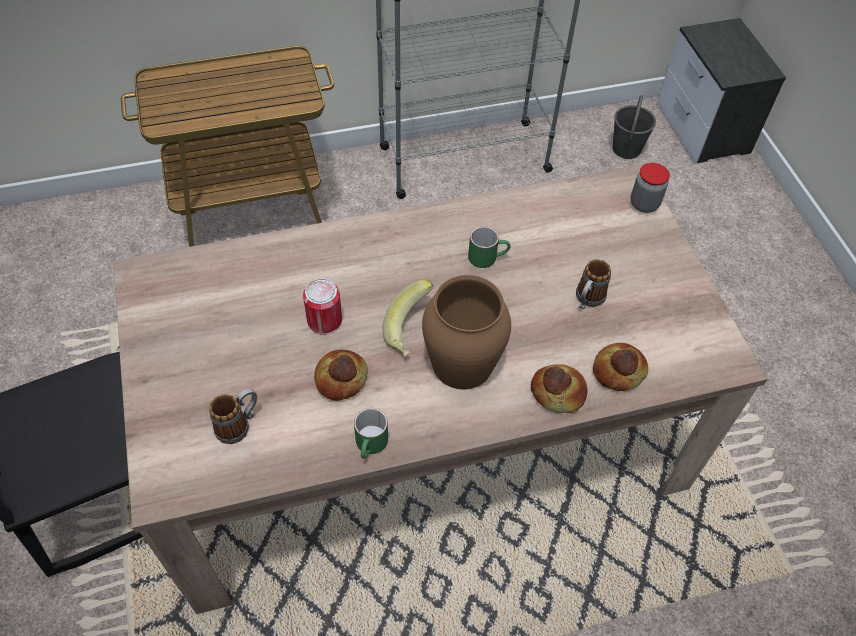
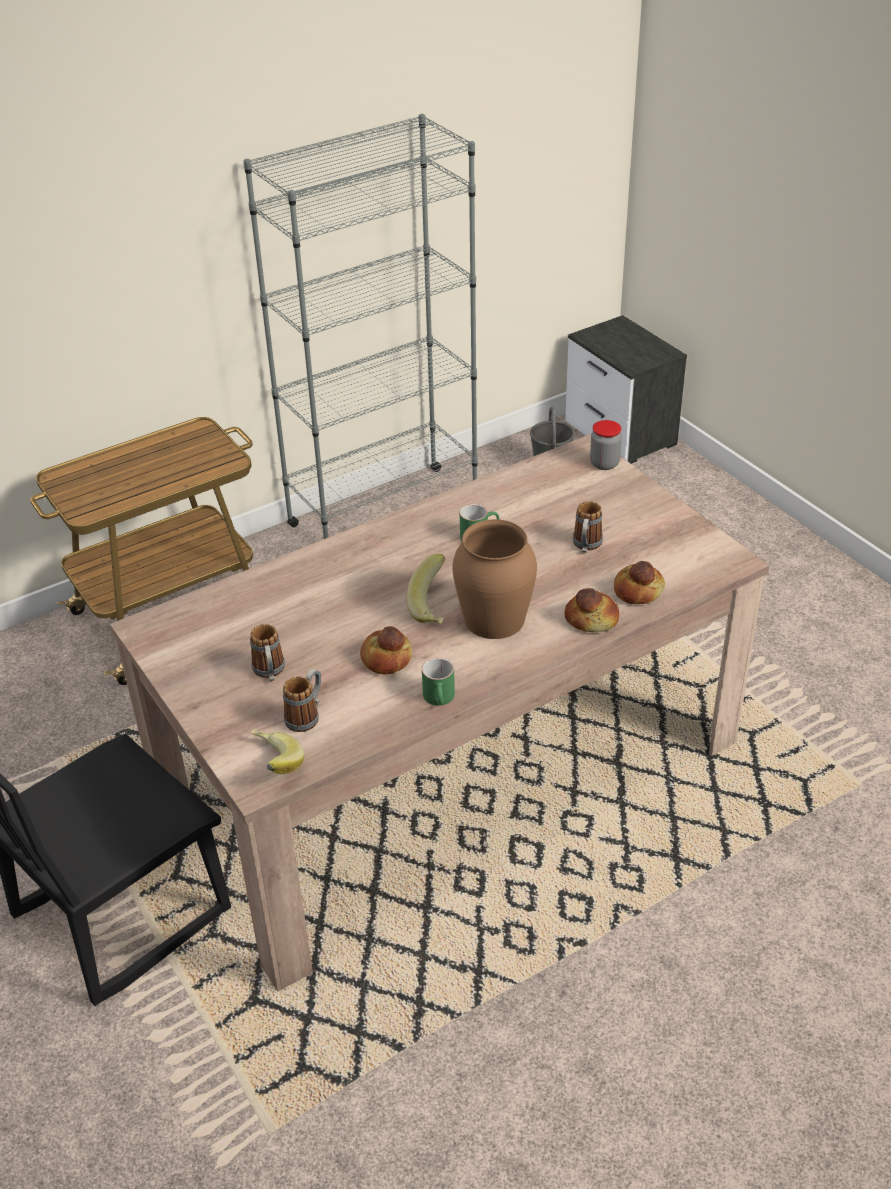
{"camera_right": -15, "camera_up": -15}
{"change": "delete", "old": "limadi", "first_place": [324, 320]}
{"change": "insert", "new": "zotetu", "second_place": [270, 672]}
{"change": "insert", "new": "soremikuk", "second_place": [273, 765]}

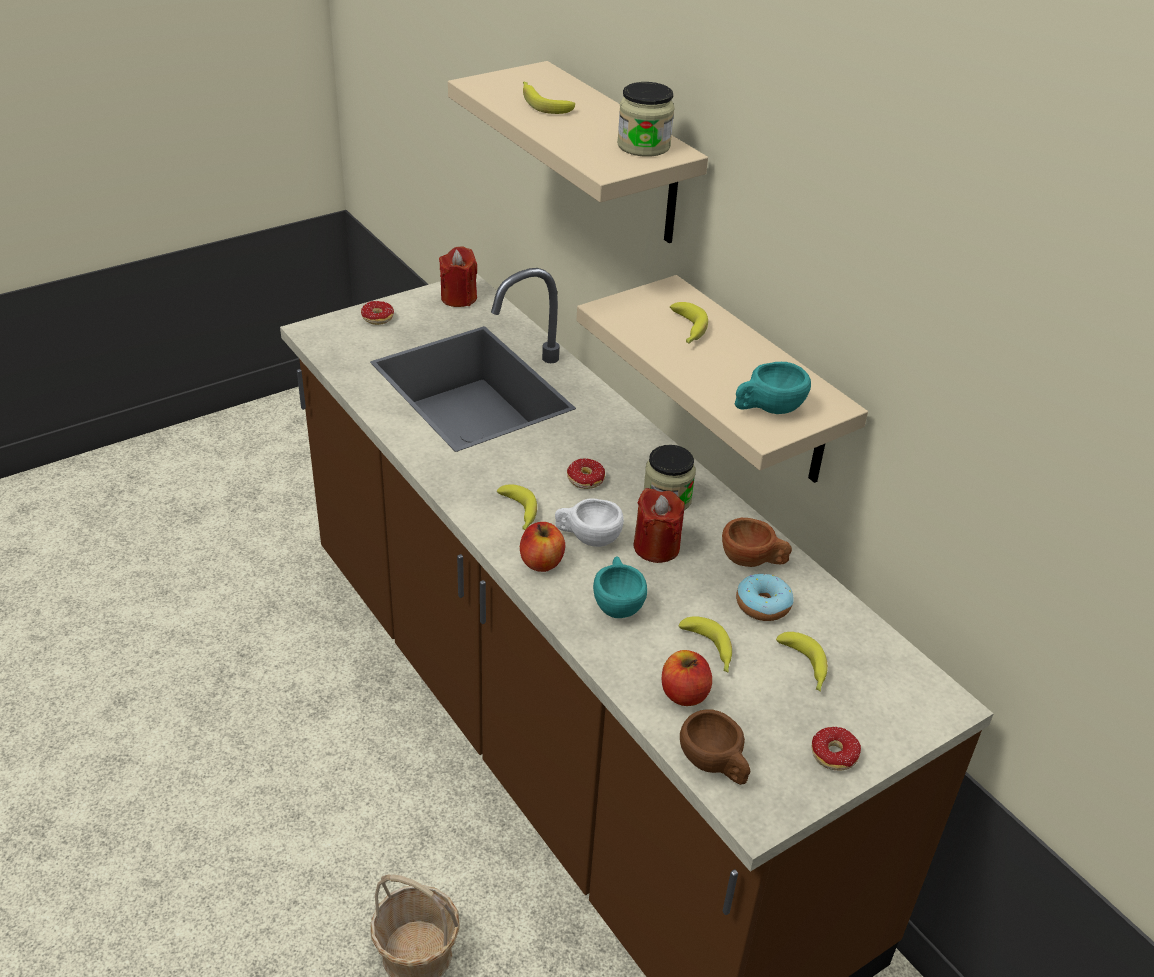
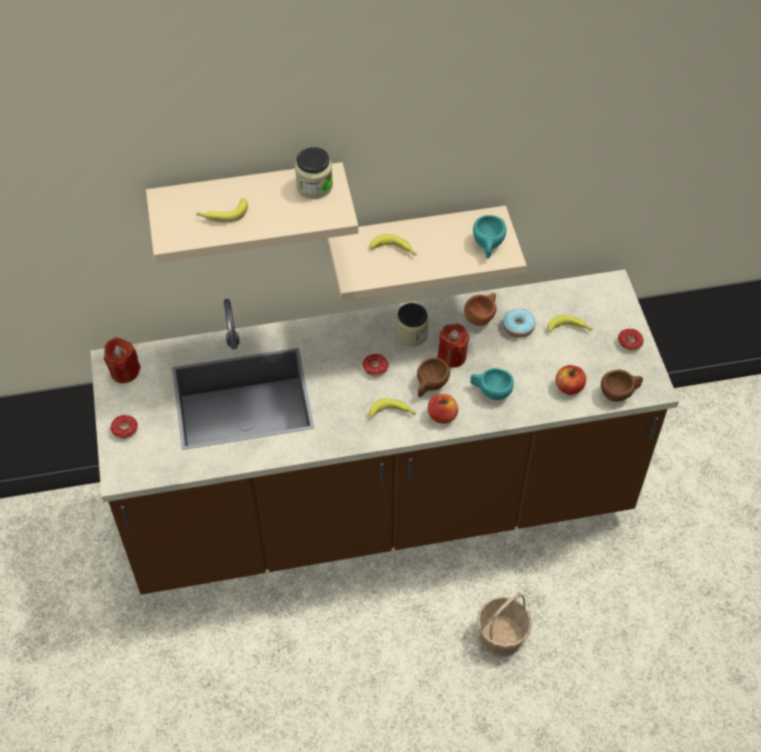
{"camera_right": -65, "camera_up": 15}
{"change": "recolor", "old": "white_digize", "new": "brown_digize", "first_place": [587, 538], "second_place": [430, 386]}
{"change": "delete", "old": "soremikuk", "first_place": [709, 651]}

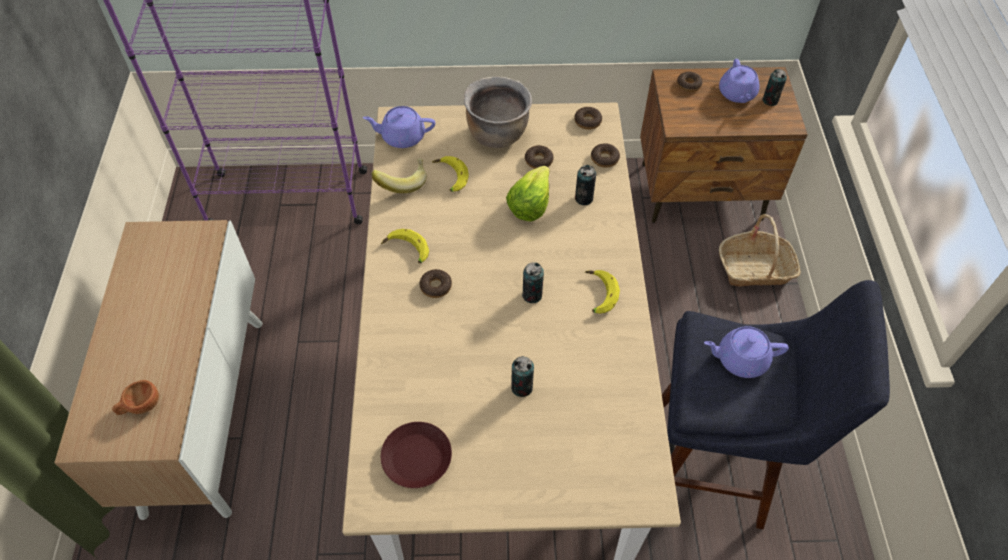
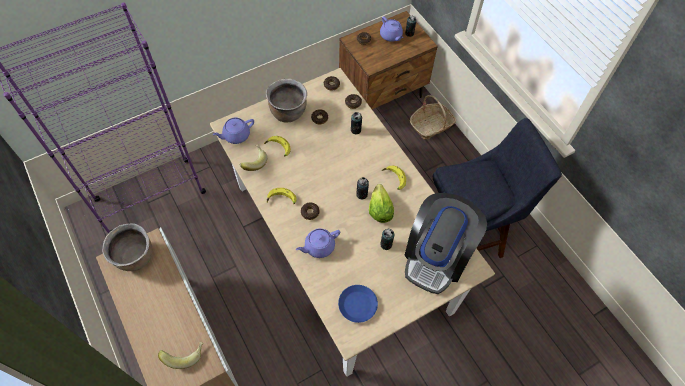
{"camera_right": -30, "camera_up": 5}
{"change": "move", "old": "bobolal", "first_place": [529, 204], "second_place": [379, 209]}
{"change": "move", "old": "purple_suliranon", "first_place": [740, 359], "second_place": [319, 247]}
{"change": "replace", "old": "brown_digize", "new": "soremikuk", "first_place": [140, 407], "second_place": [184, 354]}
{"change": "recolor", "old": "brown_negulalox", "new": "blue_negulalox", "first_place": [417, 457], "second_place": [357, 304]}
{"change": "insert", "new": "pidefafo", "second_place": [437, 256]}
{"change": "insert", "new": "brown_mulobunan", "second_place": [135, 258]}

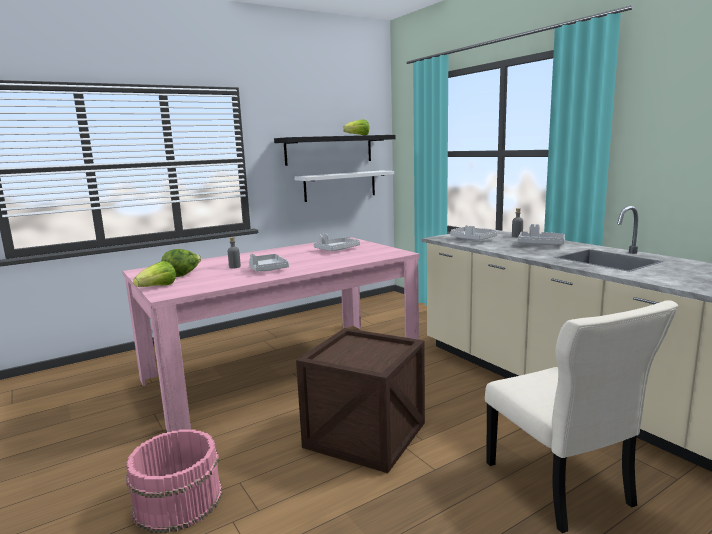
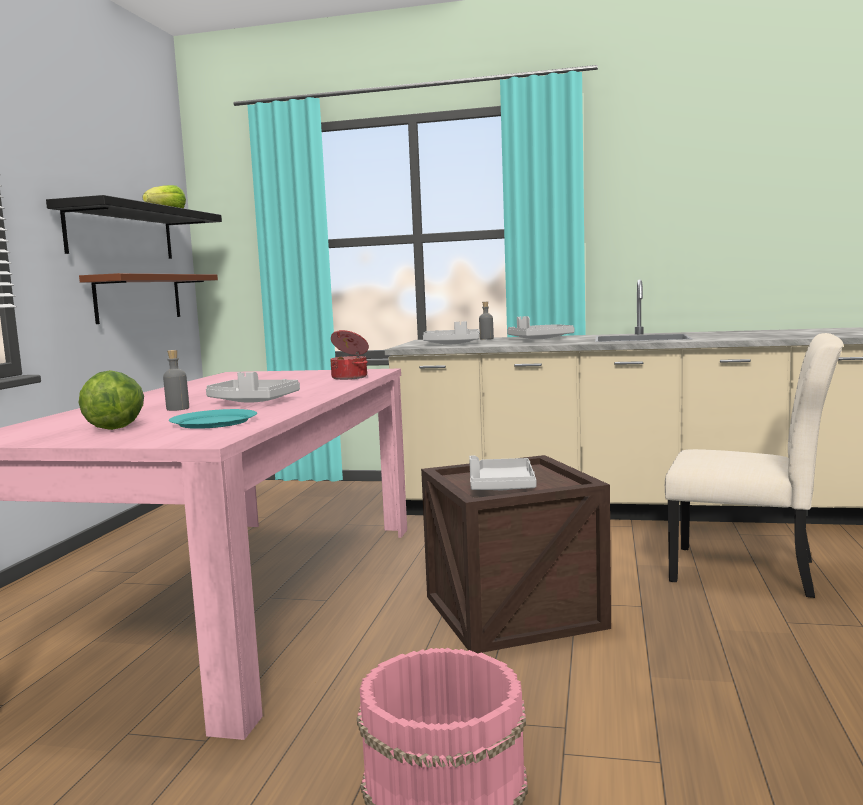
{"camera_right": -45, "camera_up": -5}
{"change": "recolor", "old": "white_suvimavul", "new": "brown_suvimavul", "first_place": [340, 185], "second_place": [139, 298]}
{"change": "move", "old": "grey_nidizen", "first_place": [336, 250], "second_place": [501, 486]}
{"change": "delete", "old": "bobolal", "first_place": [158, 287]}
{"change": "insert", "new": "mulobunan", "second_place": [350, 377]}
{"change": "insert", "new": "turquoise_negulalox", "second_place": [214, 422]}

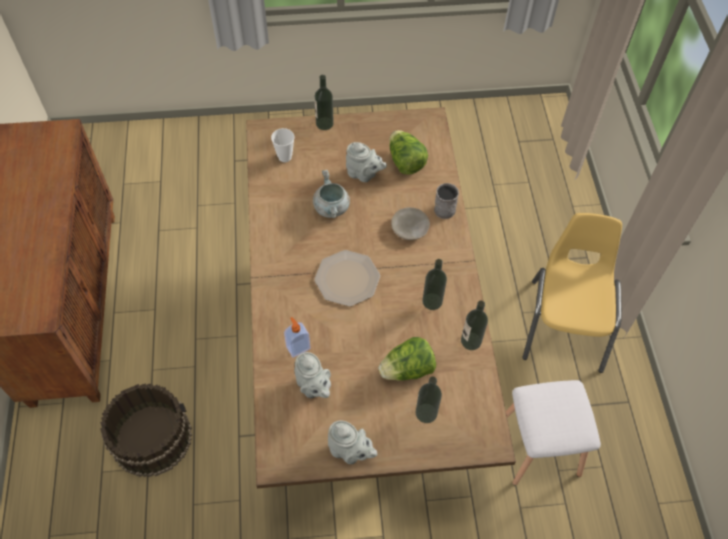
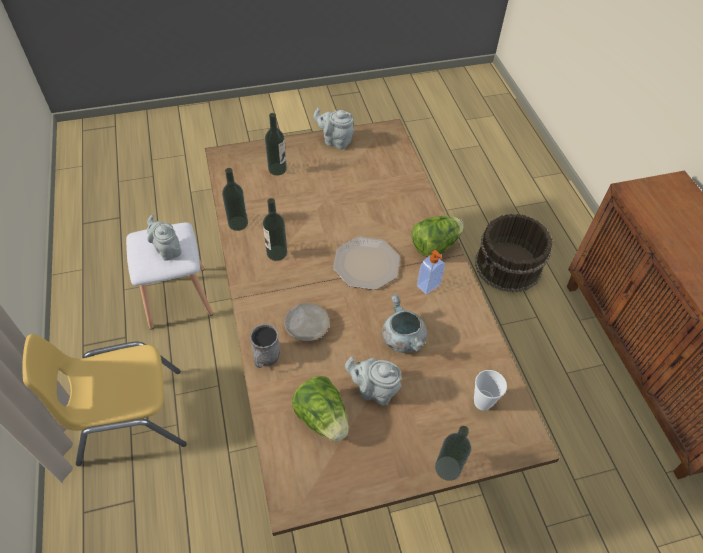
{"camera_right": 170, "camera_up": -5}
{"change": "rotate", "old": "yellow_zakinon", "first_place": [565, 324], "second_place": [130, 417], "degrees": 75}
{"change": "move", "old": "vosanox", "first_place": [298, 347], "second_place": [429, 286]}
{"change": "move", "old": "bobolal", "first_place": [407, 369], "second_place": [435, 246]}
{"change": "move", "old": "grey_suliranon", "first_place": [313, 387], "second_place": [167, 249]}

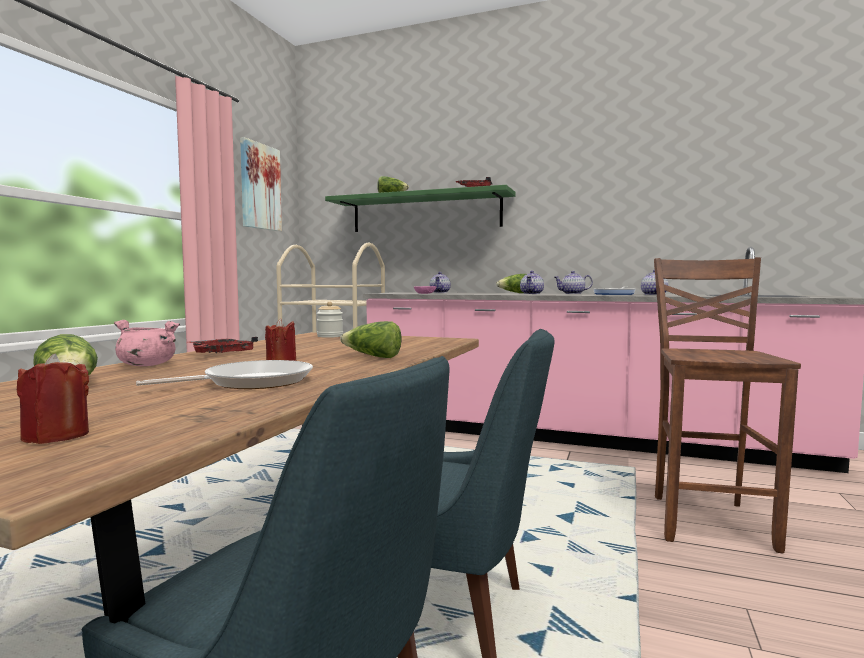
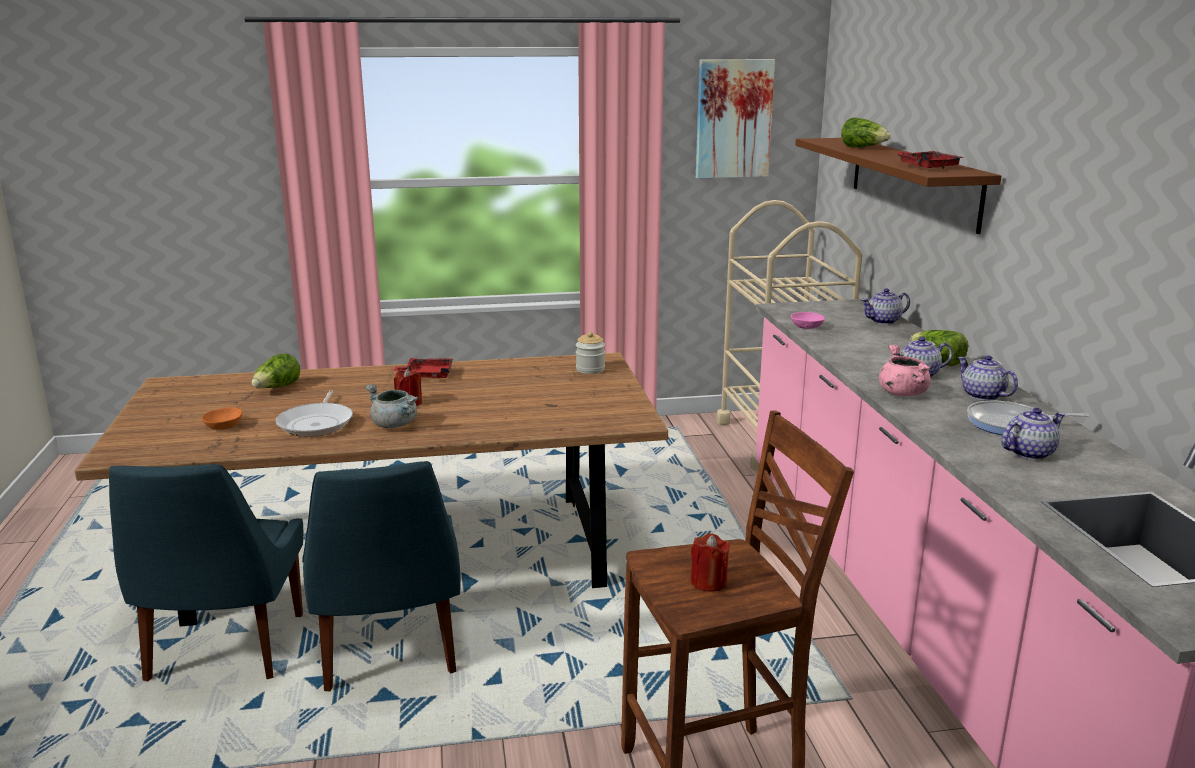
{"camera_right": 60, "camera_up": 15}
{"change": "recolor", "old": "green_suvimavul", "new": "brown_suvimavul", "first_place": [425, 213], "second_place": [912, 181]}
{"change": "move", "old": "pink_mulobunan", "first_place": [146, 365], "second_place": [902, 393]}
{"change": "delete", "old": "bobolal", "first_place": [373, 357]}
{"change": "move", "old": "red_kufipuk", "first_place": [56, 436], "second_place": [708, 582]}
{"change": "rotate", "old": "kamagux", "first_place": [252, 382], "second_place": [317, 423], "degrees": 60}
{"change": "insert", "new": "grey_mulobunan", "second_place": [395, 425]}
{"change": "insert", "new": "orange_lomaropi", "second_place": [223, 425]}

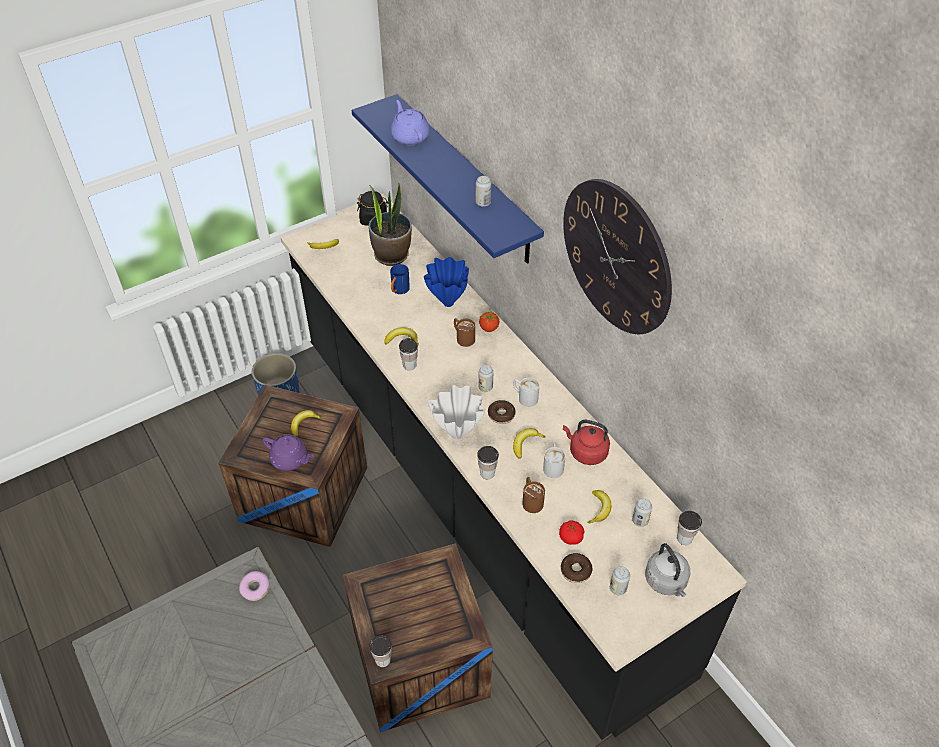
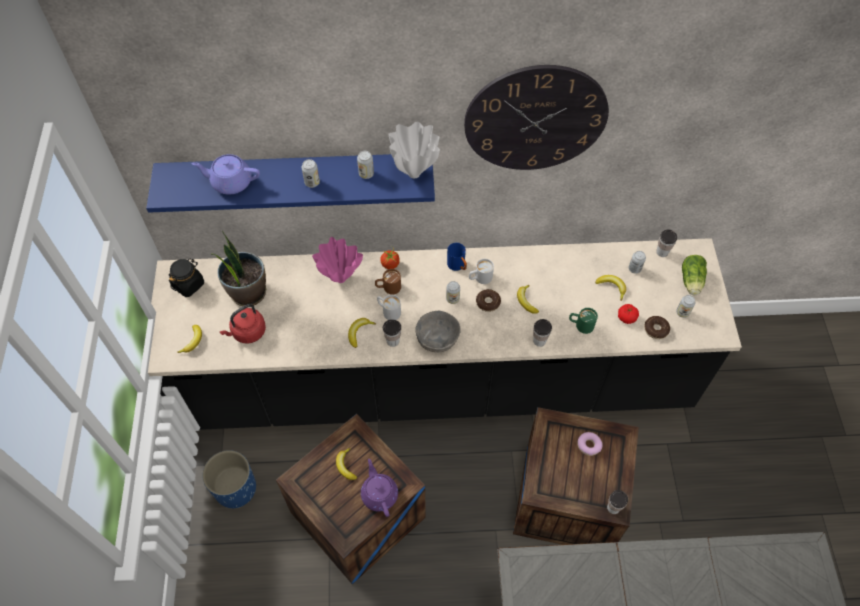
{"camera_right": -60, "camera_up": 10}
{"change": "recolor", "old": "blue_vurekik", "new": "pink_vurekik", "first_place": [448, 302], "second_place": [340, 279]}
{"change": "move", "old": "blue_zotetu", "first_place": [399, 291], "second_place": [458, 266]}
{"change": "move", "old": "white_vurekik", "first_place": [458, 435], "second_place": [415, 173]}
{"change": "move", "old": "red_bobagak", "first_place": [586, 452], "second_place": [247, 332]}
{"change": "rotate", "old": "purple_suliranon", "first_place": [290, 459], "second_place": [379, 494], "degrees": -75}
{"change": "move", "old": "white_zotetu", "first_place": [553, 465], "second_place": [388, 311]}
{"change": "recolor", "old": "brown_zotetu", "new": "green_zotetu", "first_place": [531, 500], "second_place": [580, 325]}
{"change": "replace", "old": "grey_bobagak", "new": "bobolal", "first_place": [666, 582], "second_place": [691, 282]}
{"change": "move", "old": "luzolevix", "first_place": [255, 588], "second_place": [589, 445]}
{"change": "insert", "new": "limadi", "second_place": [312, 182]}
{"change": "insert", "new": "grey_lomaropi", "second_place": [437, 340]}

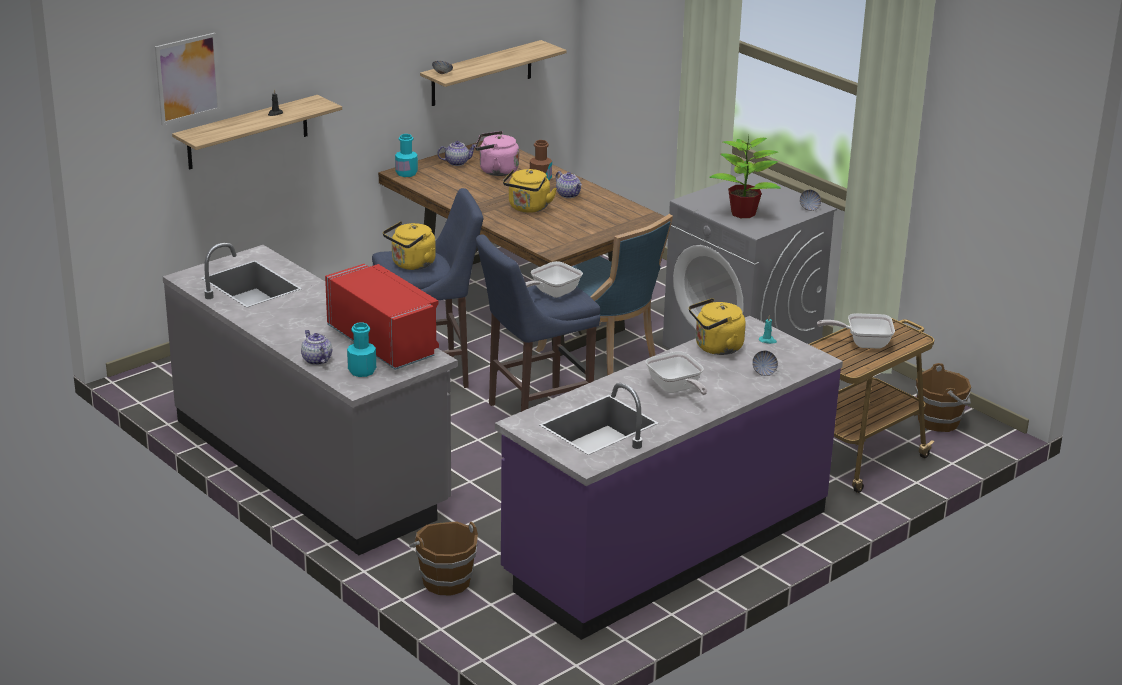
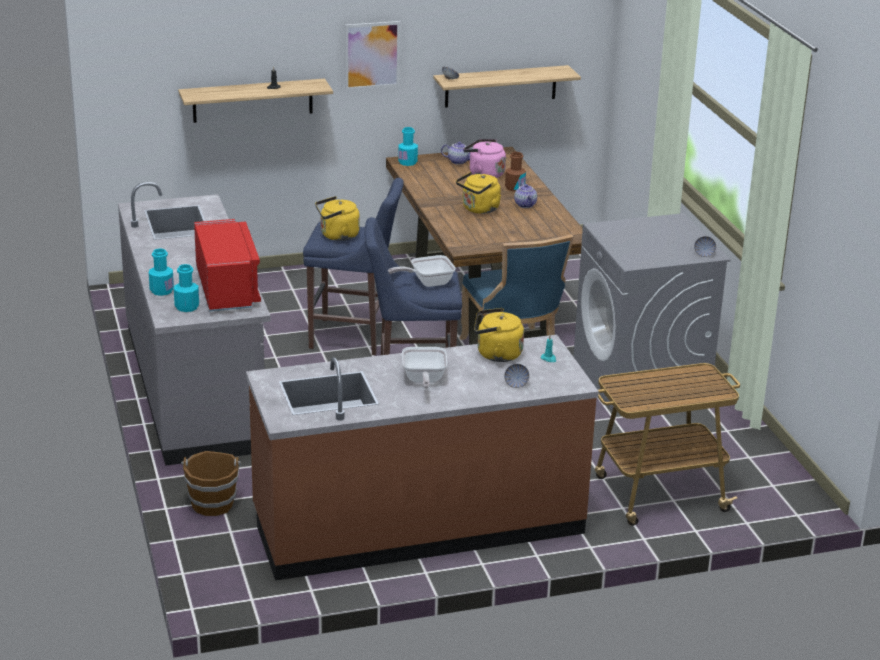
{"camera_right": 25, "camera_up": 0}
{"change": "move", "old": "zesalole", "first_place": [188, 78], "second_place": [372, 55]}
{"change": "delete", "old": "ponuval", "first_place": [744, 213]}
{"change": "delete", "old": "kamagux", "first_place": [863, 343]}
{"change": "recolor", "old": "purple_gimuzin", "new": "brown_gimuzin", "first_place": [665, 545], "second_place": [418, 523]}
{"change": "replace", "old": "suliranon", "new": "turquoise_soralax", "first_place": [316, 360], "second_place": [161, 290]}
{"change": "delete", "old": "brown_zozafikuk", "first_place": [940, 421]}

